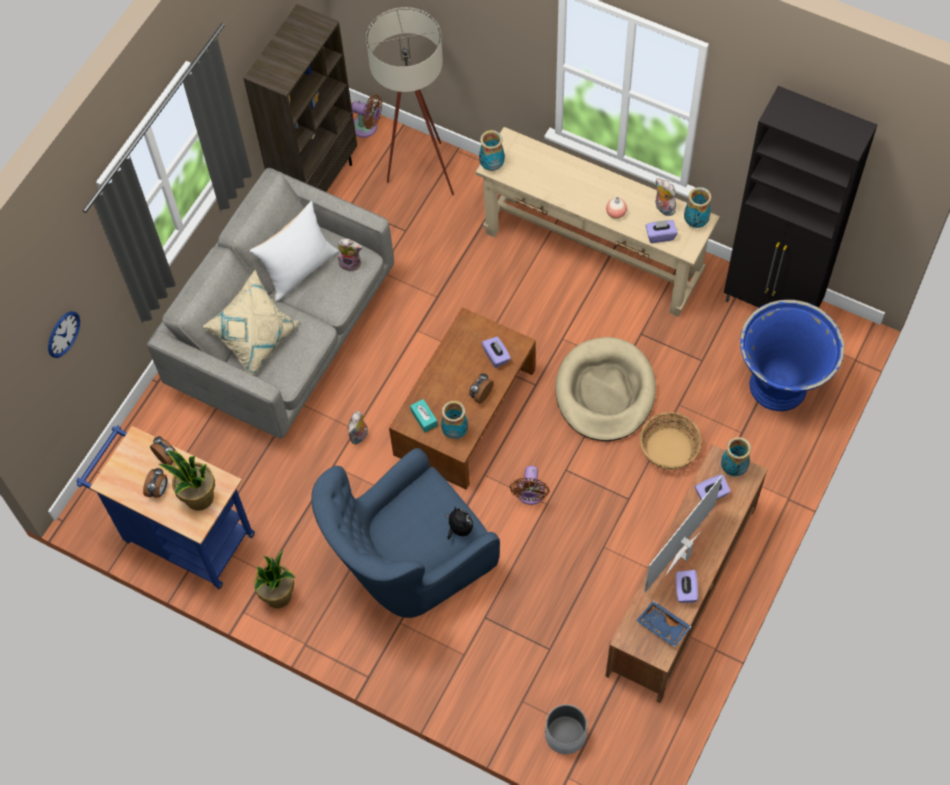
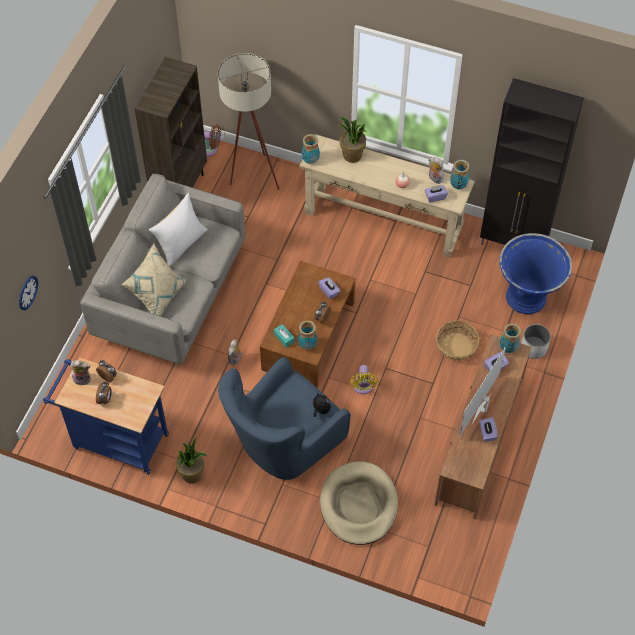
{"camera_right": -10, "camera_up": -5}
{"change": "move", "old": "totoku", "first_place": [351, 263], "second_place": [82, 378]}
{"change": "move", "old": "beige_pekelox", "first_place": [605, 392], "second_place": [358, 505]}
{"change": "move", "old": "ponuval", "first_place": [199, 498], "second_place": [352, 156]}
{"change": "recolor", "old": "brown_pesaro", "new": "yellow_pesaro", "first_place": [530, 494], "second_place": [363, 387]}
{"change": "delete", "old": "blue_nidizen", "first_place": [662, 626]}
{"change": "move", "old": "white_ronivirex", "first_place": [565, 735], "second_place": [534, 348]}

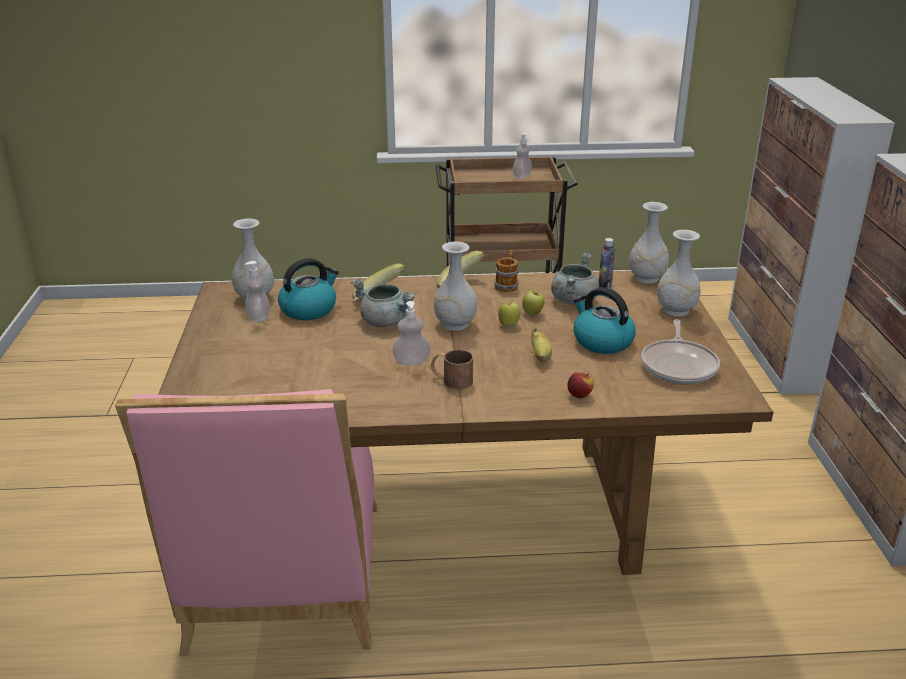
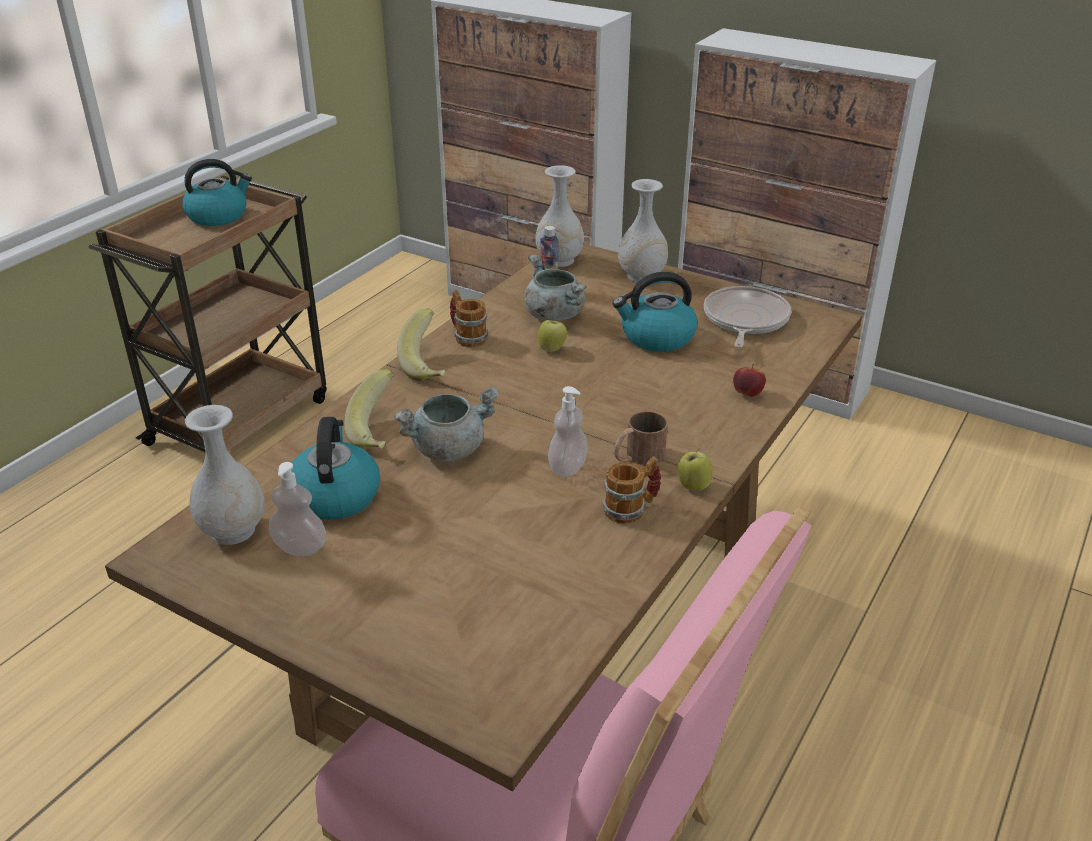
{"camera_right": -55, "camera_up": 5}
{"change": "replace", "old": "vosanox", "new": "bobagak", "first_place": [522, 176], "second_place": [218, 216]}
{"change": "delete", "old": "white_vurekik", "first_place": [455, 324]}
{"change": "move", "old": "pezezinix", "first_place": [508, 325], "second_place": [693, 486]}
{"change": "rotate", "old": "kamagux", "first_place": [679, 365], "second_place": [744, 320], "degrees": -120}
{"change": "delete", "old": "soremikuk", "first_place": [541, 357]}
{"change": "insert", "new": "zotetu", "second_place": [631, 508]}

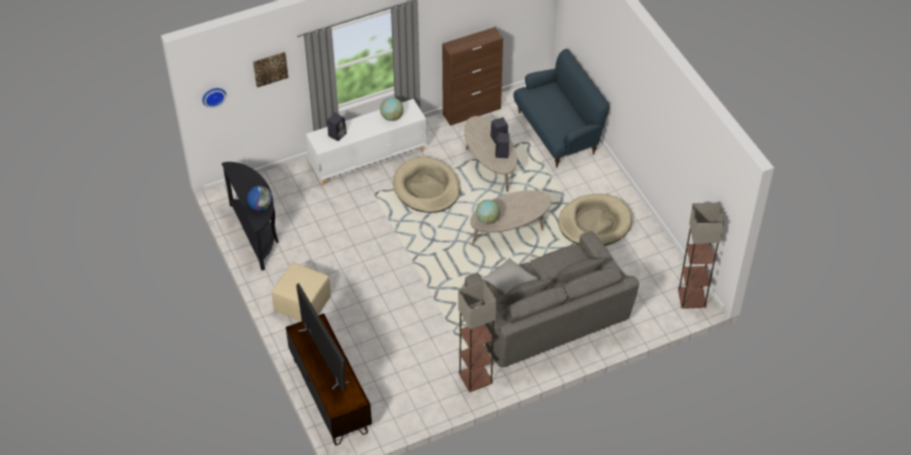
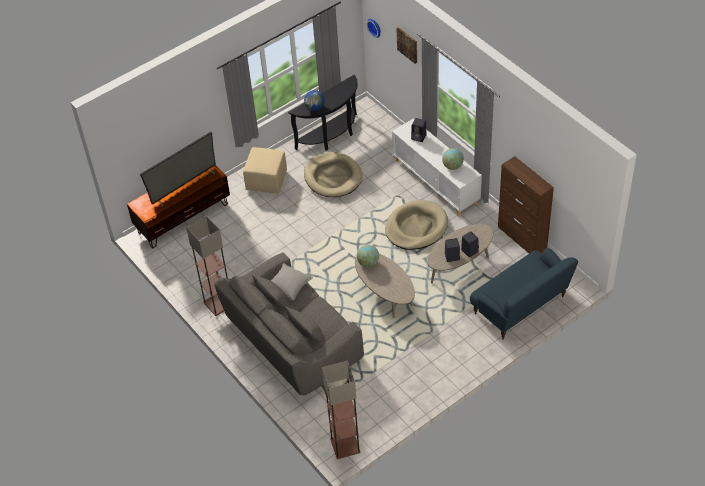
{"camera_right": 80, "camera_up": 0}
{"change": "move", "old": "beige_pekelox", "first_place": [594, 223], "second_place": [333, 177]}

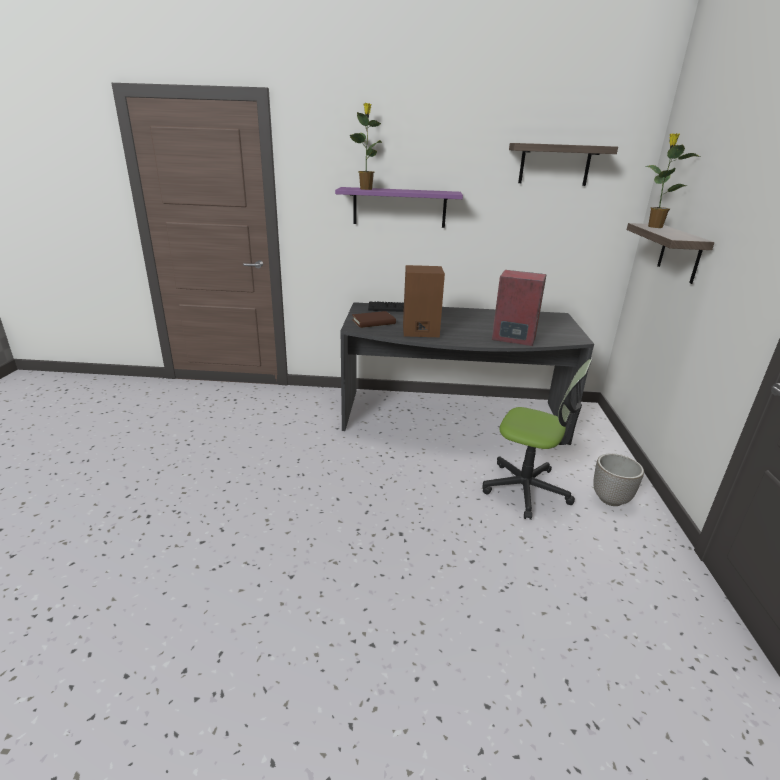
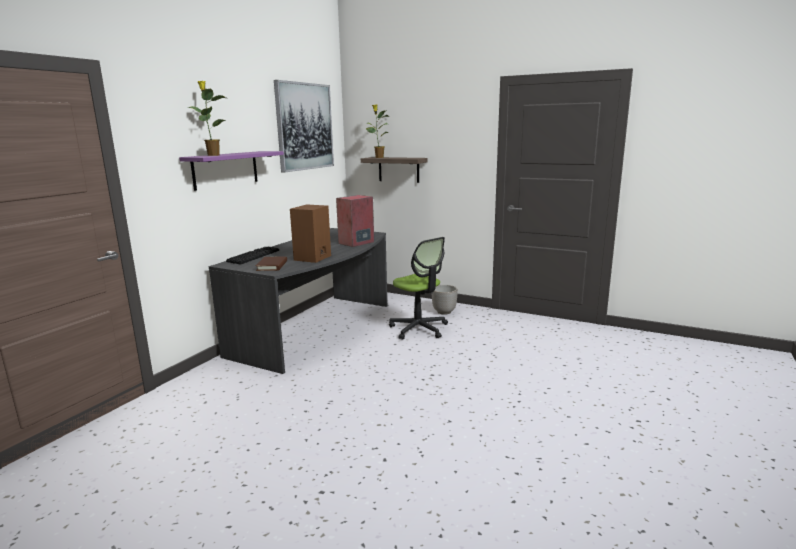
{"camera_right": -65, "camera_up": -10}
{"change": "replace", "old": "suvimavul", "new": "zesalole", "first_place": [554, 164], "second_place": [304, 126]}
{"change": "rotate", "old": "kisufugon", "first_place": [526, 489], "second_place": [419, 329], "degrees": 90}

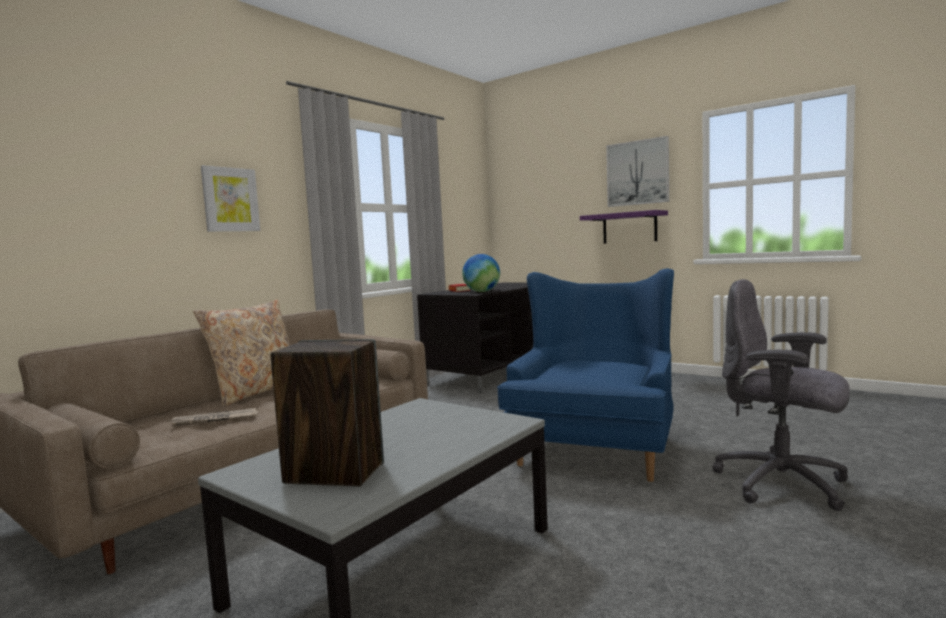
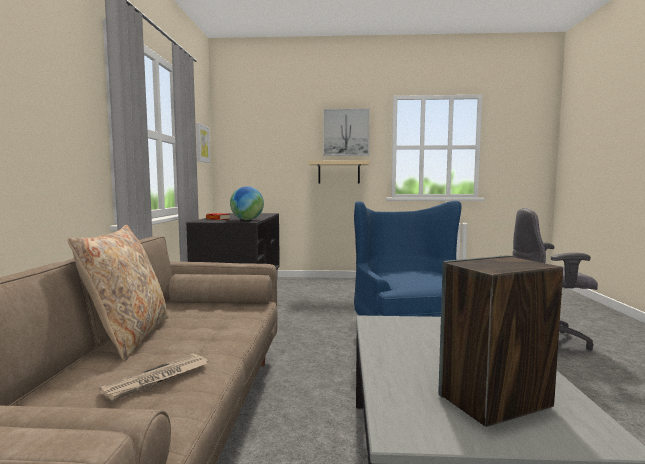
{"camera_right": -35, "camera_up": 0}
{"change": "move", "old": "zesalole", "first_place": [230, 199], "second_place": [202, 143]}
{"change": "recolor", "old": "purple_suvimavul", "new": "beige_suvimavul", "first_place": [629, 227], "second_place": [339, 172]}

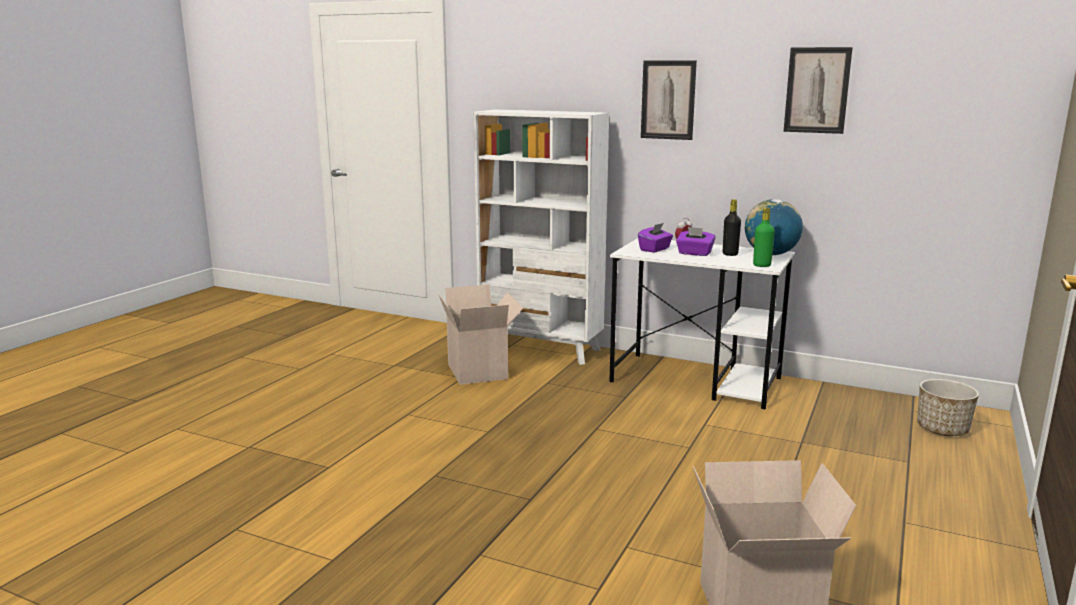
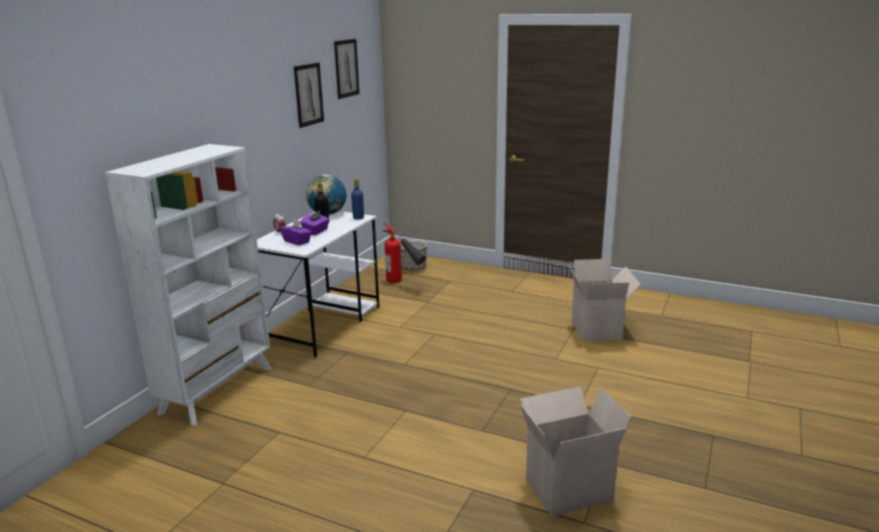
{"camera_right": -90, "camera_up": 5}
{"change": "move", "old": "zesalole", "first_place": [668, 100], "second_place": [346, 68]}
{"change": "recolor", "old": "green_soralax", "new": "blue_soralax", "first_place": [762, 265], "second_place": [358, 218]}
{"change": "move", "old": "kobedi", "first_place": [480, 371], "second_place": [568, 488]}
{"change": "insert", "new": "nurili", "second_place": [404, 284]}

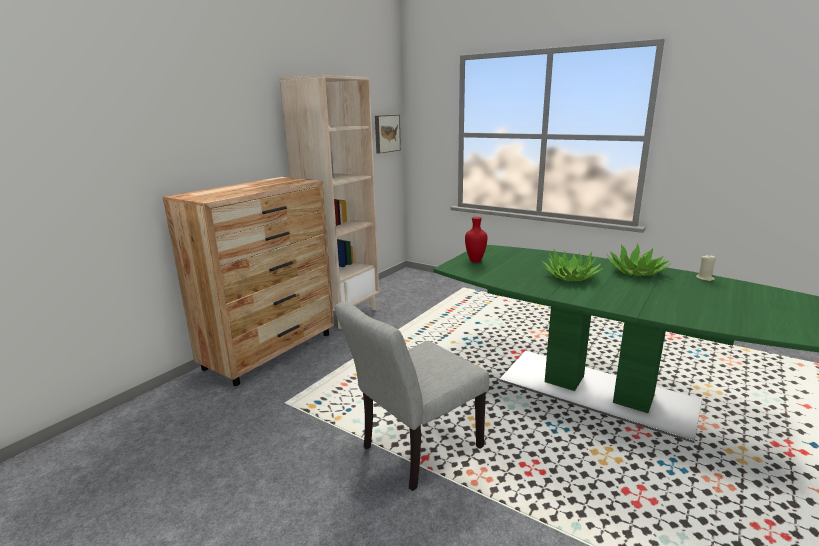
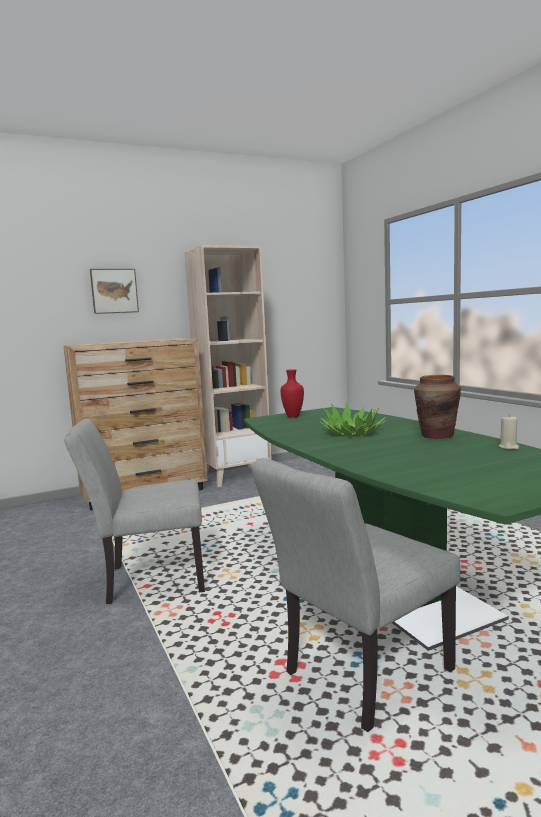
{"camera_right": 30, "camera_up": -10}
{"change": "move", "old": "zesalole", "first_place": [386, 133], "second_place": [114, 291]}
{"change": "replace", "old": "ponuval", "new": "brown_vurekik", "first_place": [636, 272], "second_place": [437, 435]}
{"change": "insert", "new": "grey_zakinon", "second_place": [359, 677]}

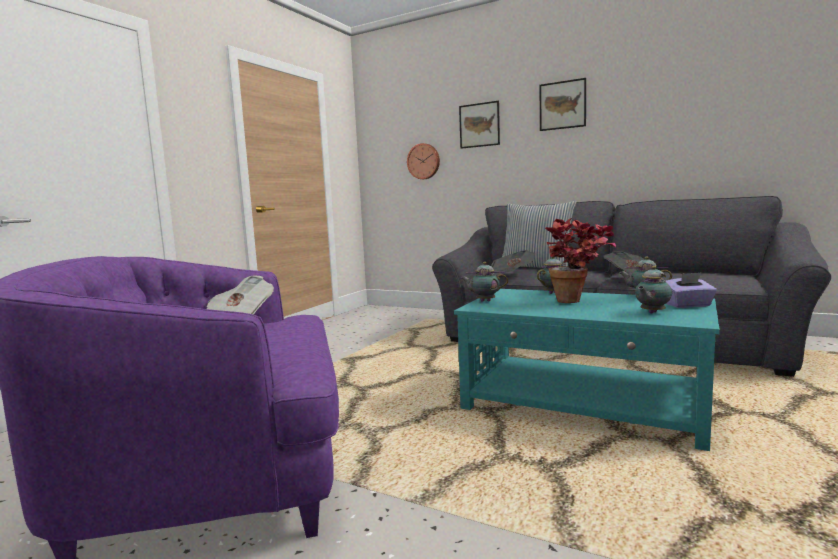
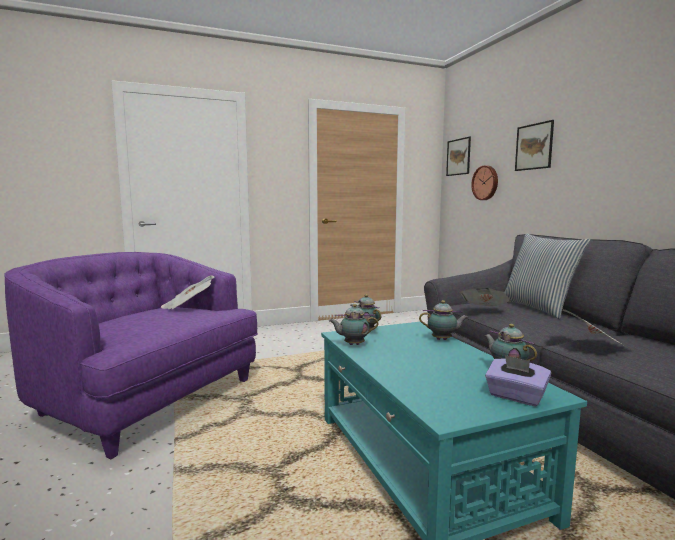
{"camera_right": 40, "camera_up": 0}
{"change": "move", "old": "zesalole", "first_place": [562, 105], "second_place": [458, 157]}
{"change": "delete", "old": "ponuval", "first_place": [577, 302]}
{"change": "move", "old": "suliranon", "first_place": [651, 313], "second_place": [352, 344]}

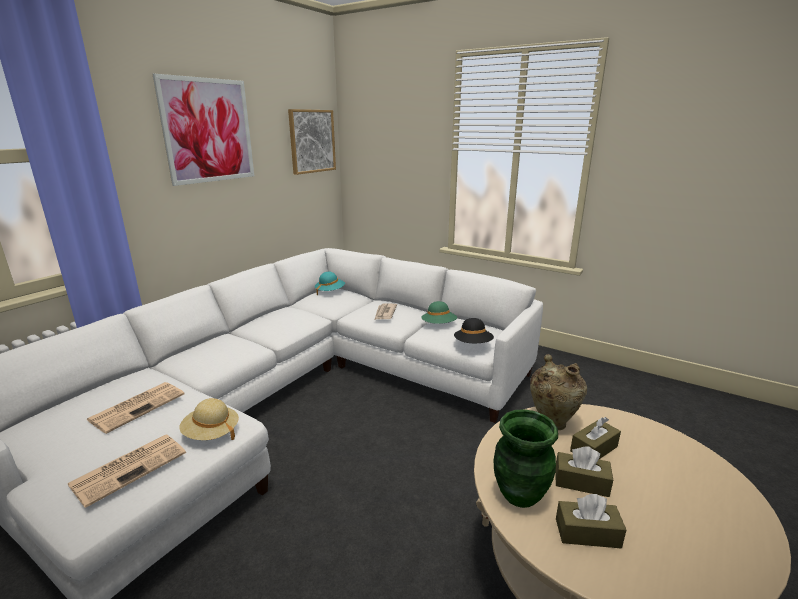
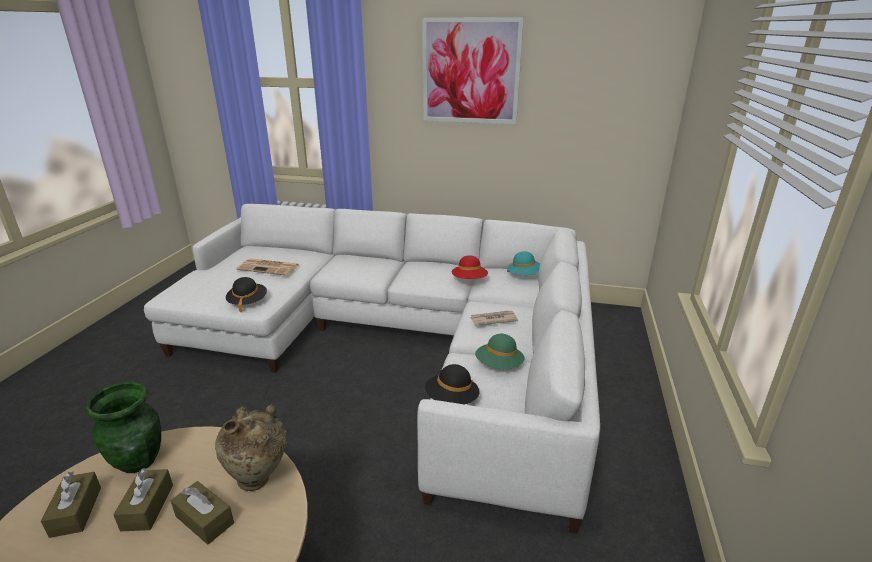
{"camera_right": 70, "camera_up": 5}
{"change": "delete", "old": "zesalole", "first_place": [312, 141]}
{"change": "recolor", "old": "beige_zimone", "new": "black_zimone", "first_place": [211, 433], "second_place": [248, 302]}
{"change": "delete", "old": "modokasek", "first_place": [130, 467]}
{"change": "insert", "new": "red_zimone", "second_place": [469, 280]}

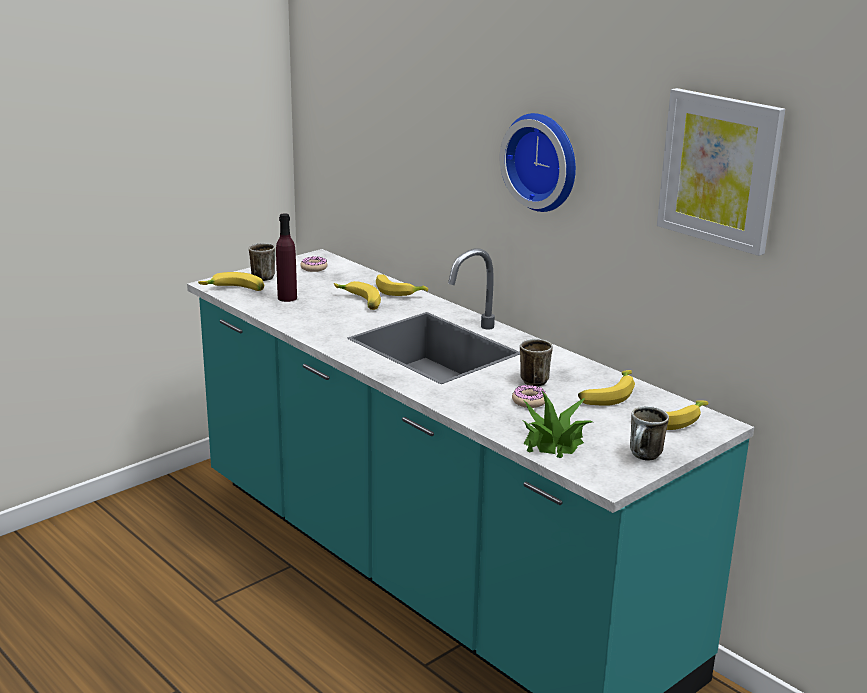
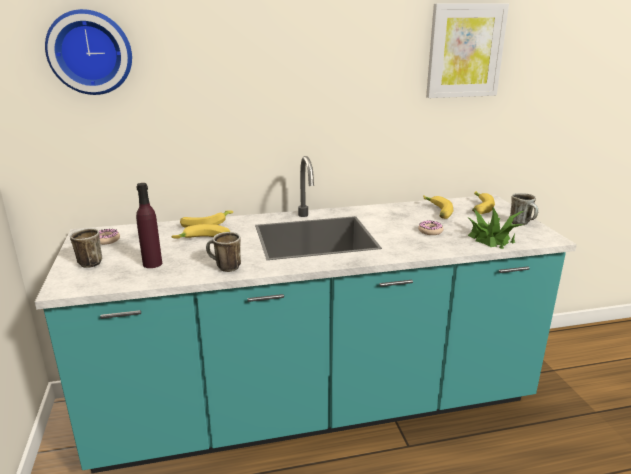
{"camera_right": -60, "camera_up": 0}
{"change": "move", "old": "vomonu", "first_place": [544, 161], "second_place": [90, 52]}
{"change": "delete", "old": "soremikuk", "first_place": [234, 290]}
{"change": "move", "old": "zotetu", "first_place": [531, 380], "second_place": [224, 268]}

